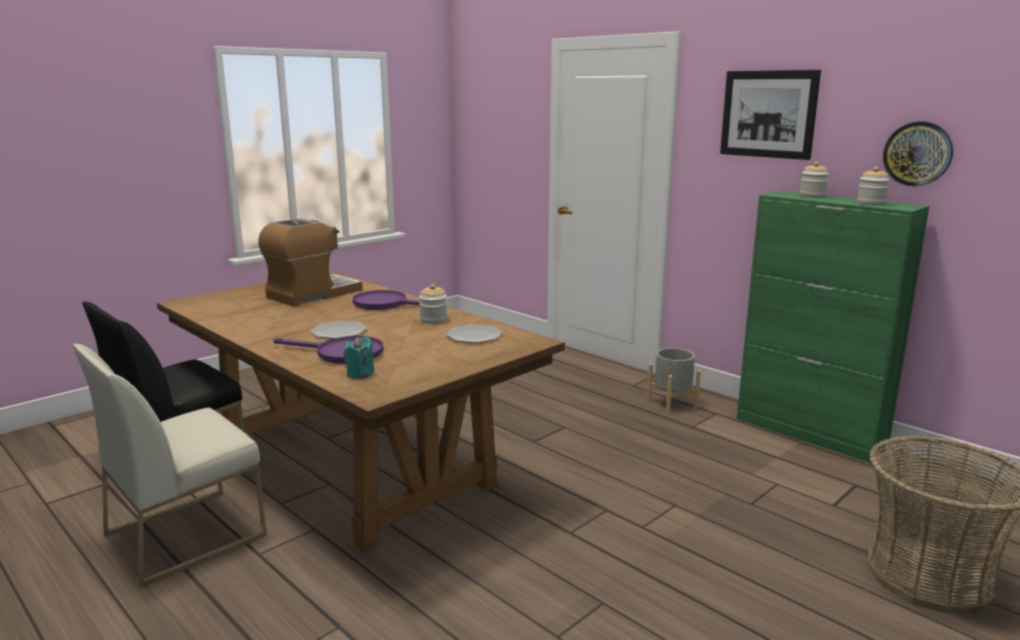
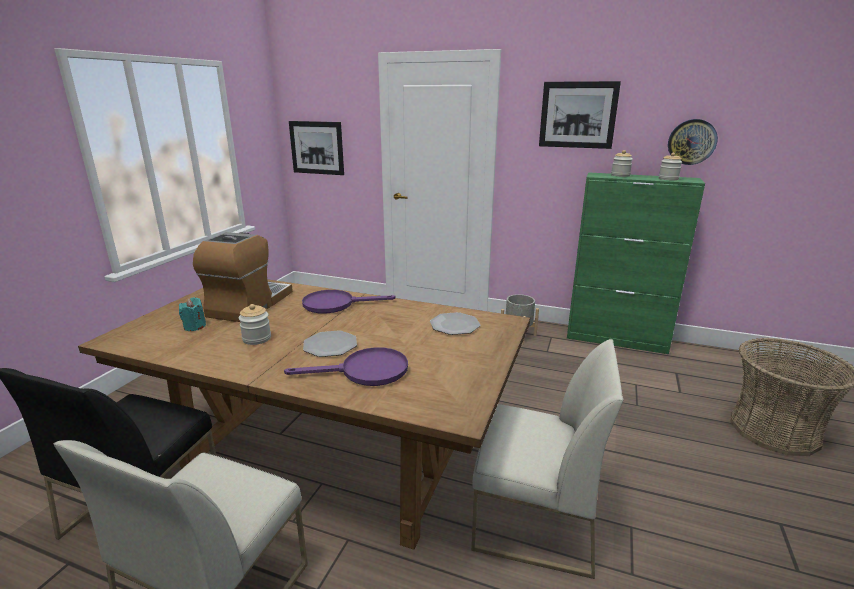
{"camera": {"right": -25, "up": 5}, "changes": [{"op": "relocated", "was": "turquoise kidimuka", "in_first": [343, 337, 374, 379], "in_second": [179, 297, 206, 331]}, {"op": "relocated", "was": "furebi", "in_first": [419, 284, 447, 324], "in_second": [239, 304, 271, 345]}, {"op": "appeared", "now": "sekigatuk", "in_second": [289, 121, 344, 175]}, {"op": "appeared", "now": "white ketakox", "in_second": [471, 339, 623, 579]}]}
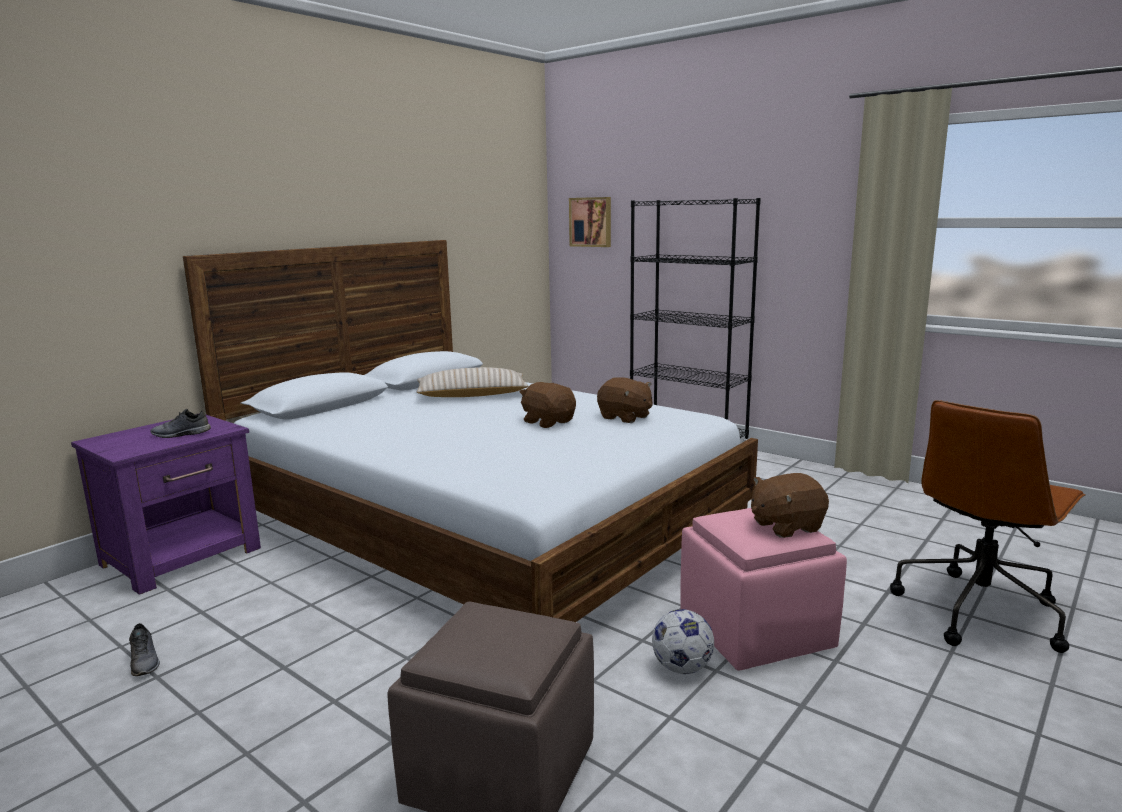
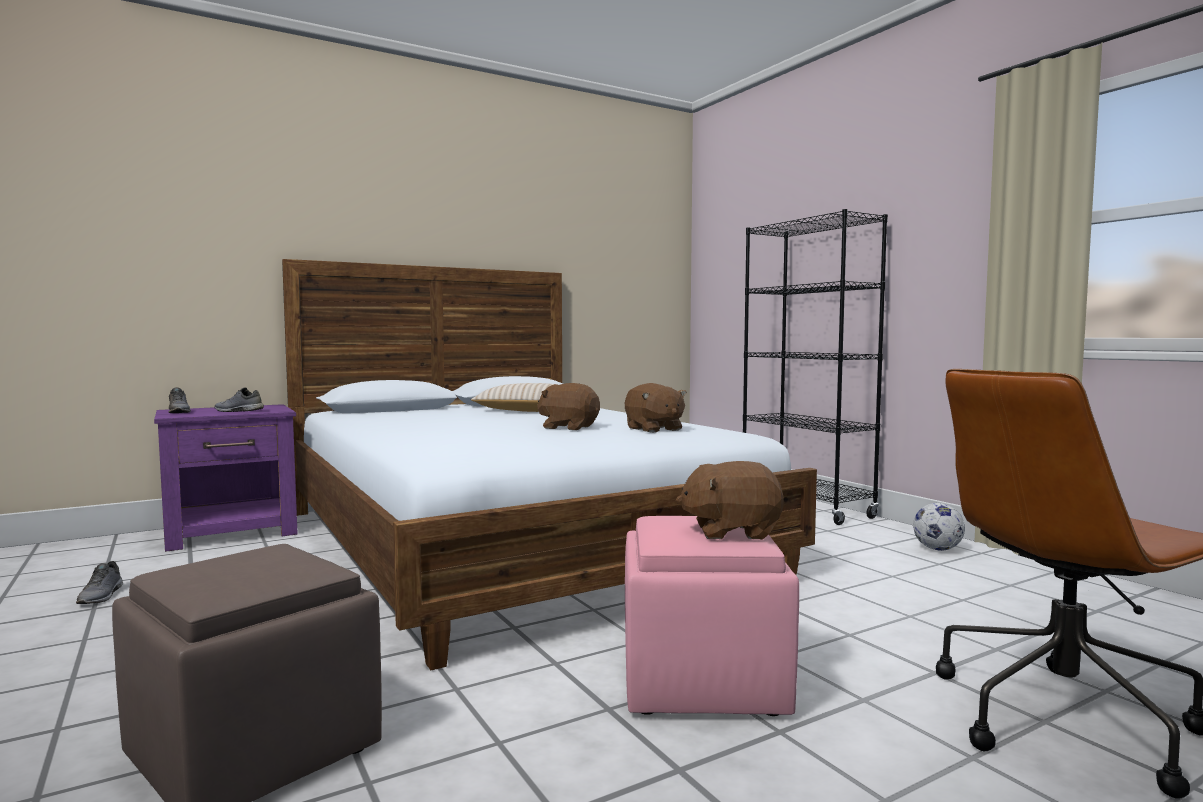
{"camera": {"right": 20, "up": -10}, "changes": [{"op": "appeared", "now": "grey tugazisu", "in_second": [169, 388, 191, 413]}, {"op": "spun", "was": "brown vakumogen", "in_first": [520, 382, 576, 428], "in_second": [537, 383, 600, 430], "clockwise": -45}, {"op": "relocated", "was": "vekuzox", "in_first": [652, 609, 714, 674], "in_second": [913, 503, 965, 551]}, {"op": "missing", "was": "sekigatuk", "in_first": [569, 197, 611, 247]}]}
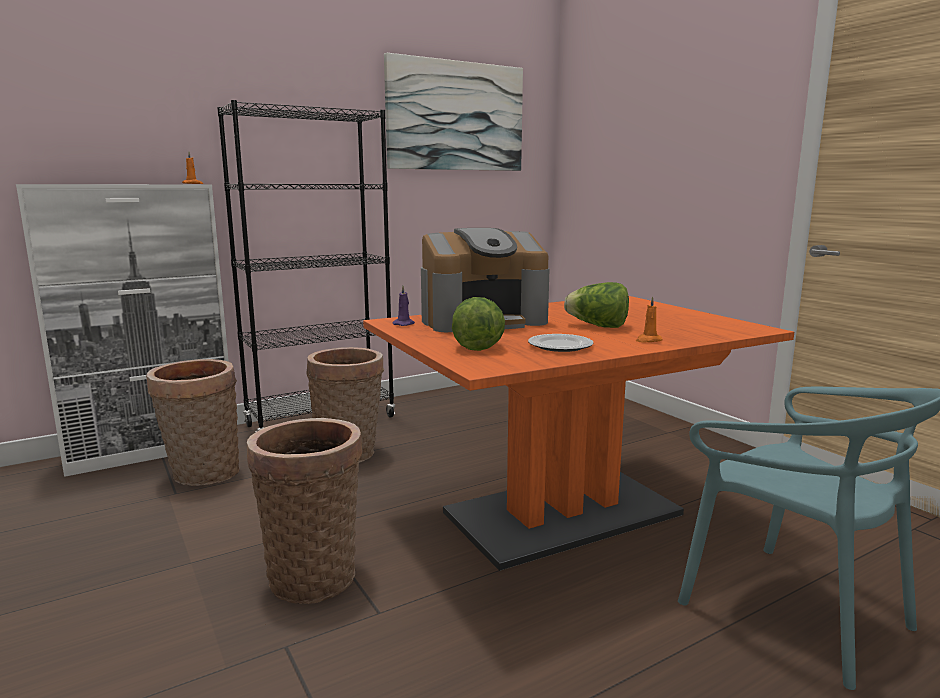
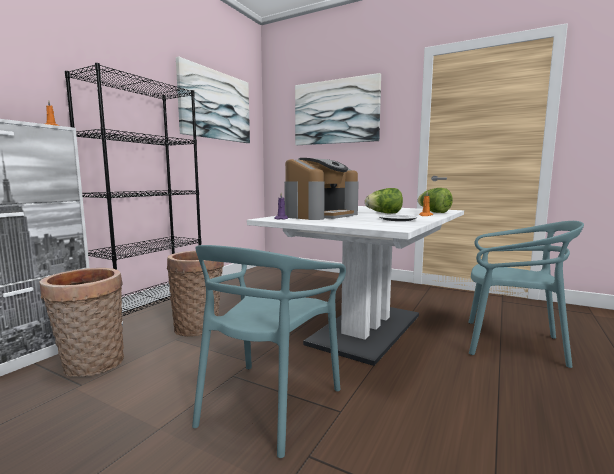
{"camera": {"right": -30, "up": -5}, "changes": [{"op": "exchanged", "was": "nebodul", "now": "turquoise ketakox", "in_first": [247, 418, 362, 604], "in_second": [192, 245, 346, 458]}, {"op": "colour", "was": "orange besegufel", "now": "white besegufel", "in_first": [363, 296, 794, 571], "in_second": [247, 206, 464, 366]}, {"op": "appeared", "now": "sekigatuk", "in_second": [295, 73, 381, 145]}, {"op": "relocated", "was": "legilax", "in_first": [452, 297, 505, 351], "in_second": [418, 188, 453, 213]}]}
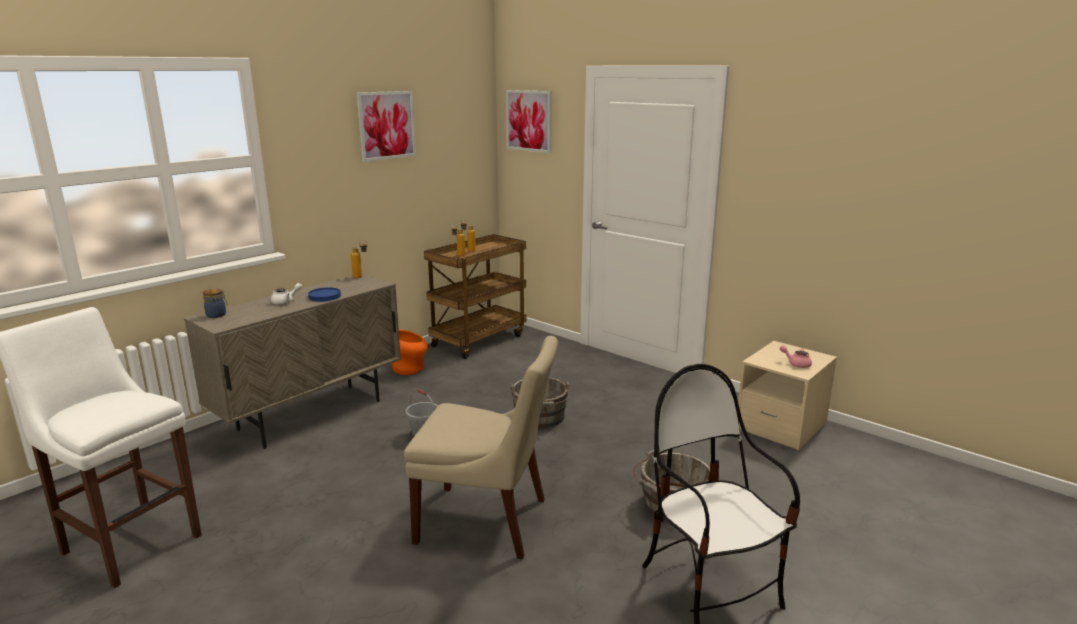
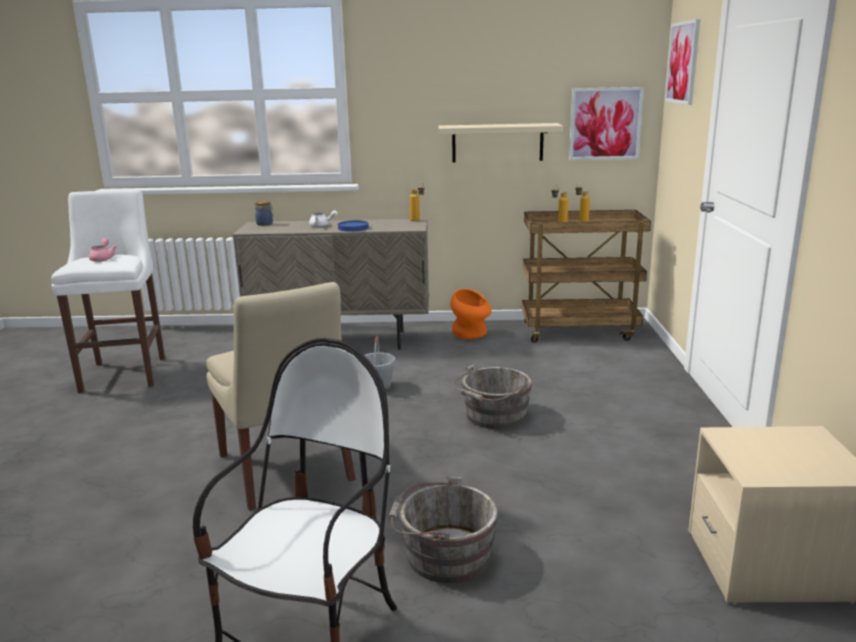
{"camera": {"right": 50, "up": 0}, "changes": [{"op": "relocated", "was": "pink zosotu", "in_first": [780, 345, 812, 368], "in_second": [89, 238, 117, 262]}, {"op": "appeared", "now": "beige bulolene", "in_second": [438, 123, 563, 162]}, {"op": "relocated", "was": "sekigatuk", "in_first": [356, 91, 416, 162], "in_second": [569, 87, 644, 160]}]}
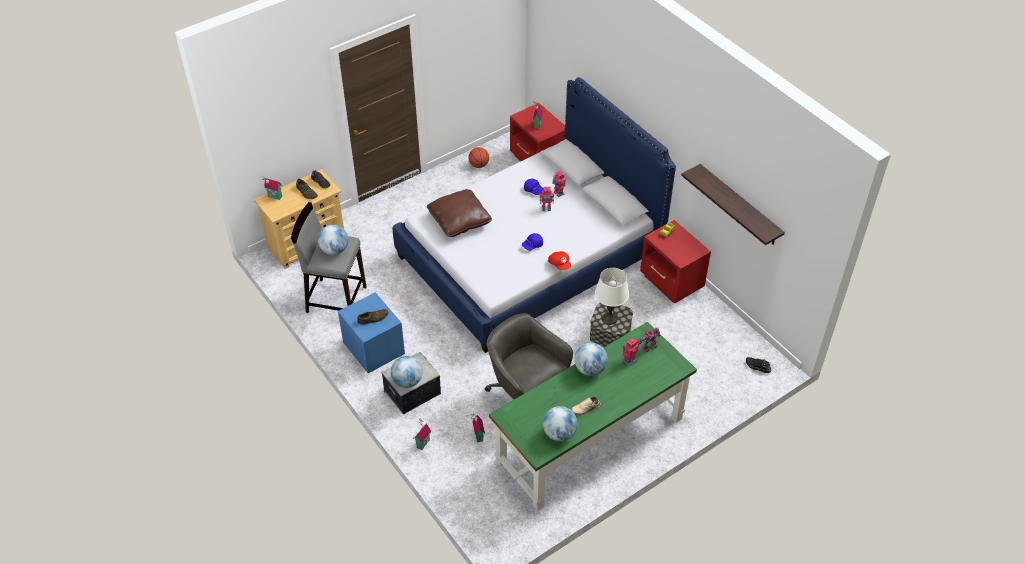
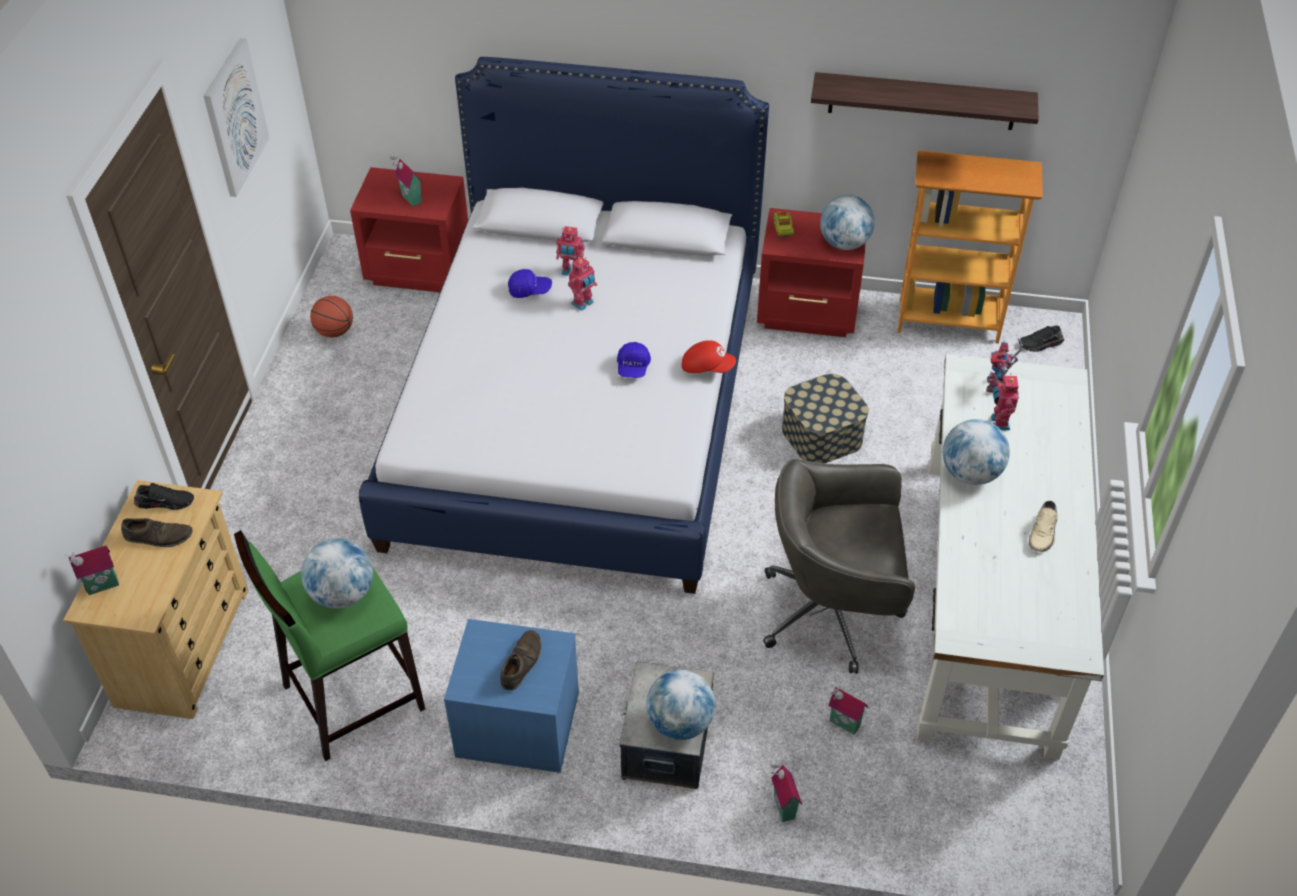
{"camera": {"right": -45, "up": 0}, "changes": [{"op": "appeared", "now": "sekigatuk", "in_second": [203, 38, 270, 197]}, {"op": "colour", "was": "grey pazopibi", "now": "green pazopibi", "in_first": [291, 202, 366, 313], "in_second": [234, 530, 425, 761]}, {"op": "relocated", "was": "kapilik", "in_first": [543, 406, 578, 441], "in_second": [820, 195, 875, 250]}, {"op": "appeared", "now": "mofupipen", "in_second": [898, 150, 1043, 344]}, {"op": "colour", "was": "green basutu", "now": "white basutu", "in_first": [489, 322, 697, 511], "in_second": [917, 354, 1104, 760]}, {"op": "missing", "was": "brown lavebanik", "in_first": [427, 189, 492, 237]}, {"op": "missing", "was": "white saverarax", "in_first": [595, 268, 629, 325]}]}
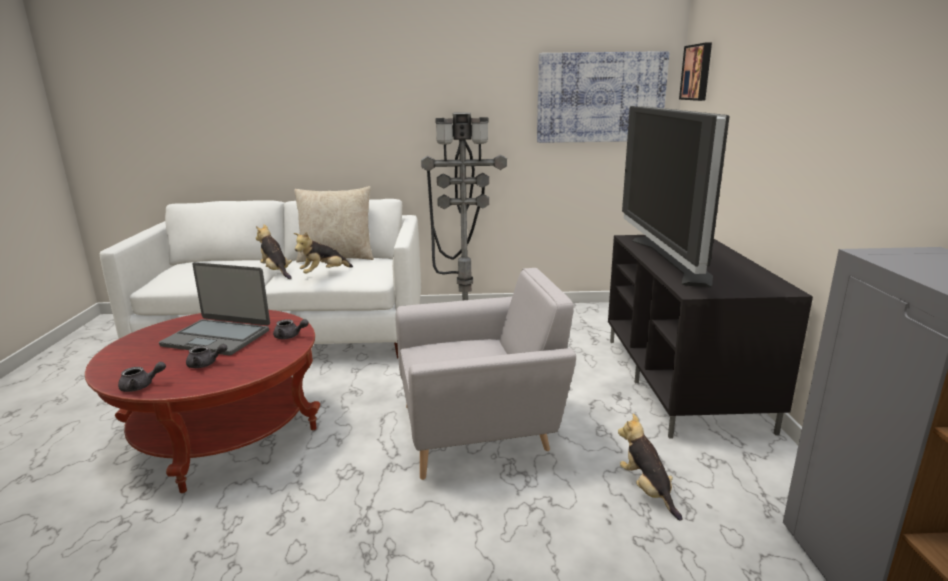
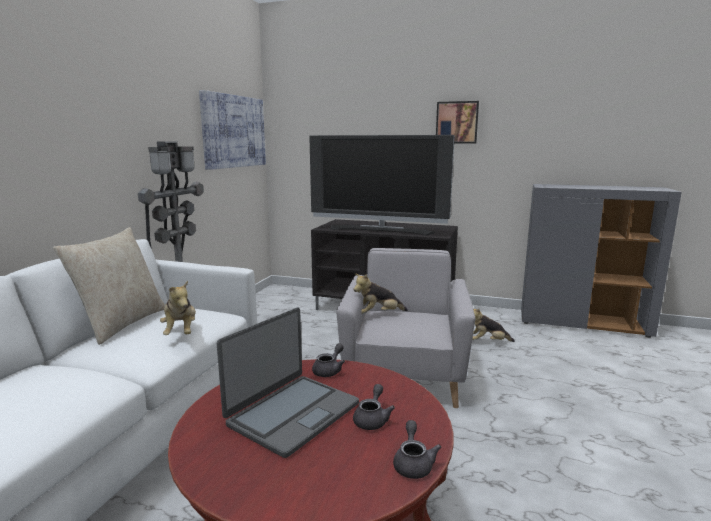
{"camera": {"right": -70, "up": -5}, "changes": [{"op": "relocated", "was": "vakumogen", "in_first": [256, 224, 292, 279], "in_second": [354, 273, 408, 314]}, {"op": "relocated", "was": "sekigatuk", "in_first": [679, 43, 712, 101], "in_second": [436, 101, 479, 143]}]}
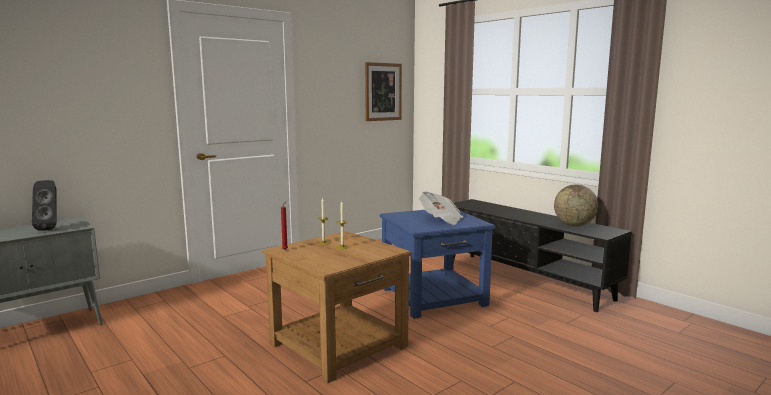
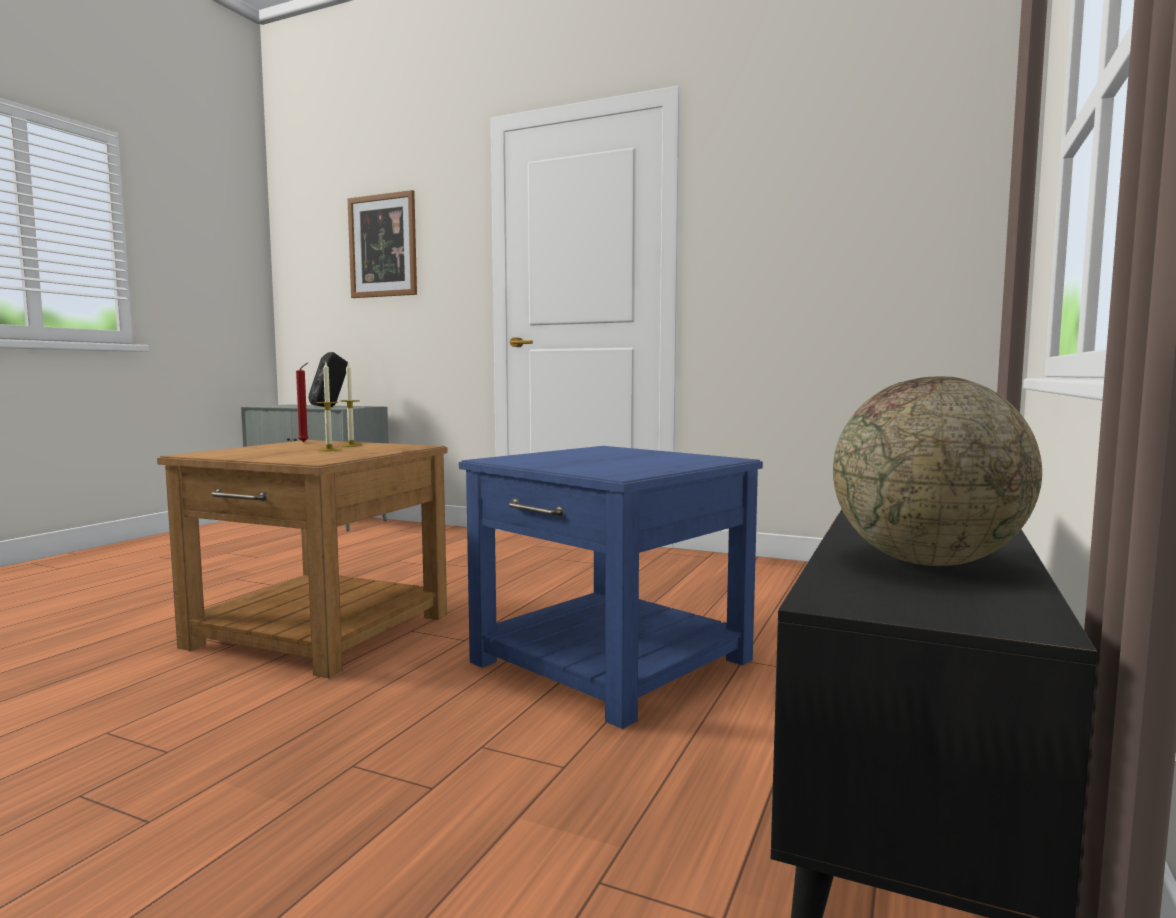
{"camera": {"right": 65, "up": -5}, "changes": [{"op": "relocated", "was": "sekigatuk", "in_first": [365, 62, 402, 121], "in_second": [348, 190, 417, 298]}, {"op": "missing", "was": "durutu", "in_first": [419, 191, 463, 225]}]}
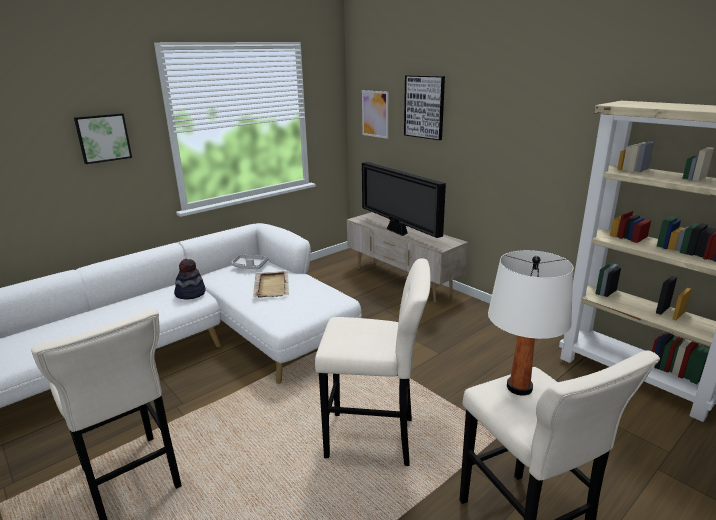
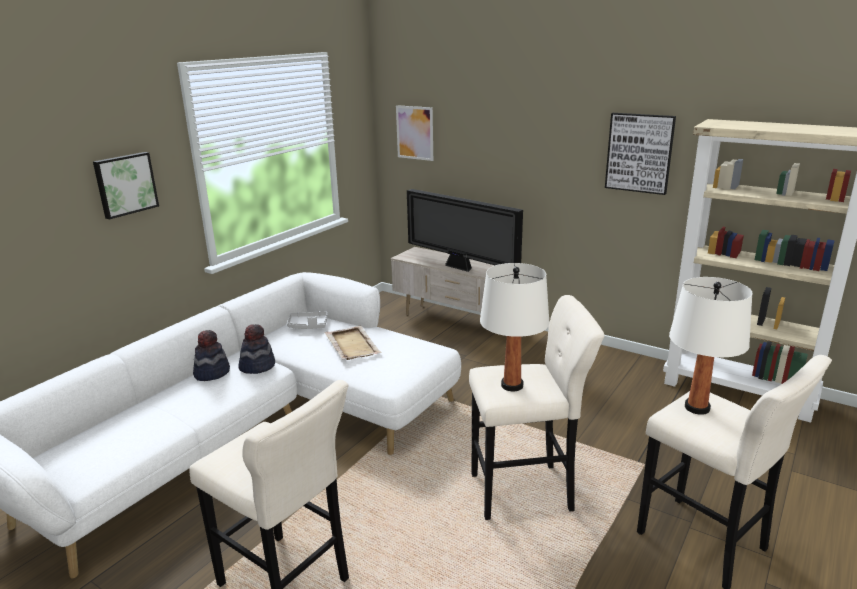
{"camera": {"right": -15, "up": 0}, "changes": [{"op": "appeared", "now": "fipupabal", "in_second": [193, 330, 230, 381]}, {"op": "appeared", "now": "white saverarax", "in_second": [480, 263, 550, 391]}, {"op": "relocated", "was": "sekigatuk", "in_first": [404, 75, 445, 140], "in_second": [605, 113, 676, 195]}]}
